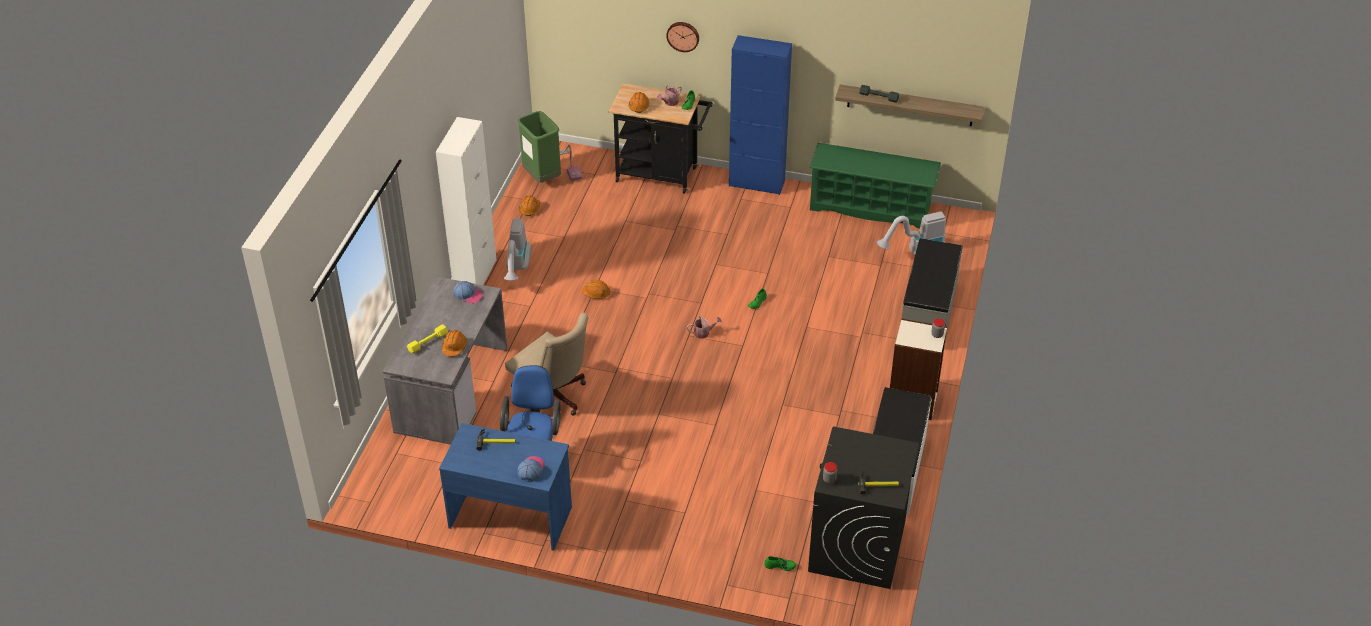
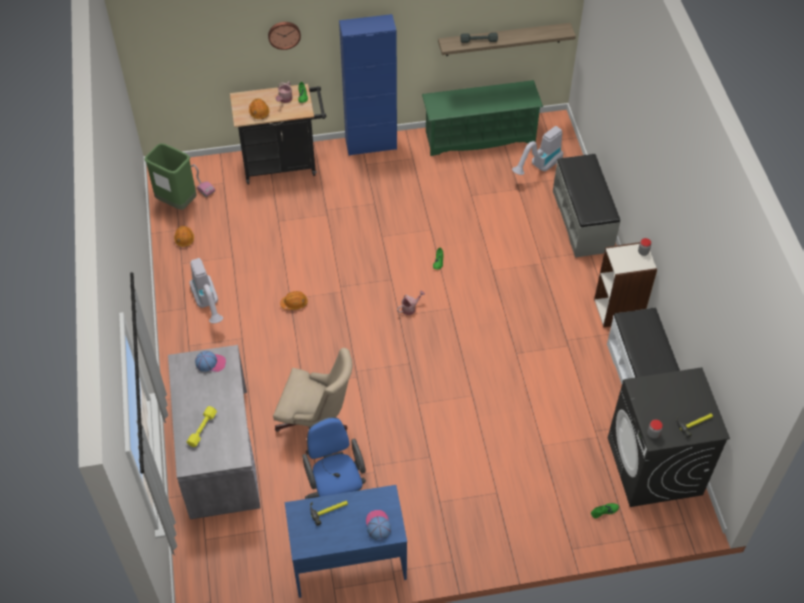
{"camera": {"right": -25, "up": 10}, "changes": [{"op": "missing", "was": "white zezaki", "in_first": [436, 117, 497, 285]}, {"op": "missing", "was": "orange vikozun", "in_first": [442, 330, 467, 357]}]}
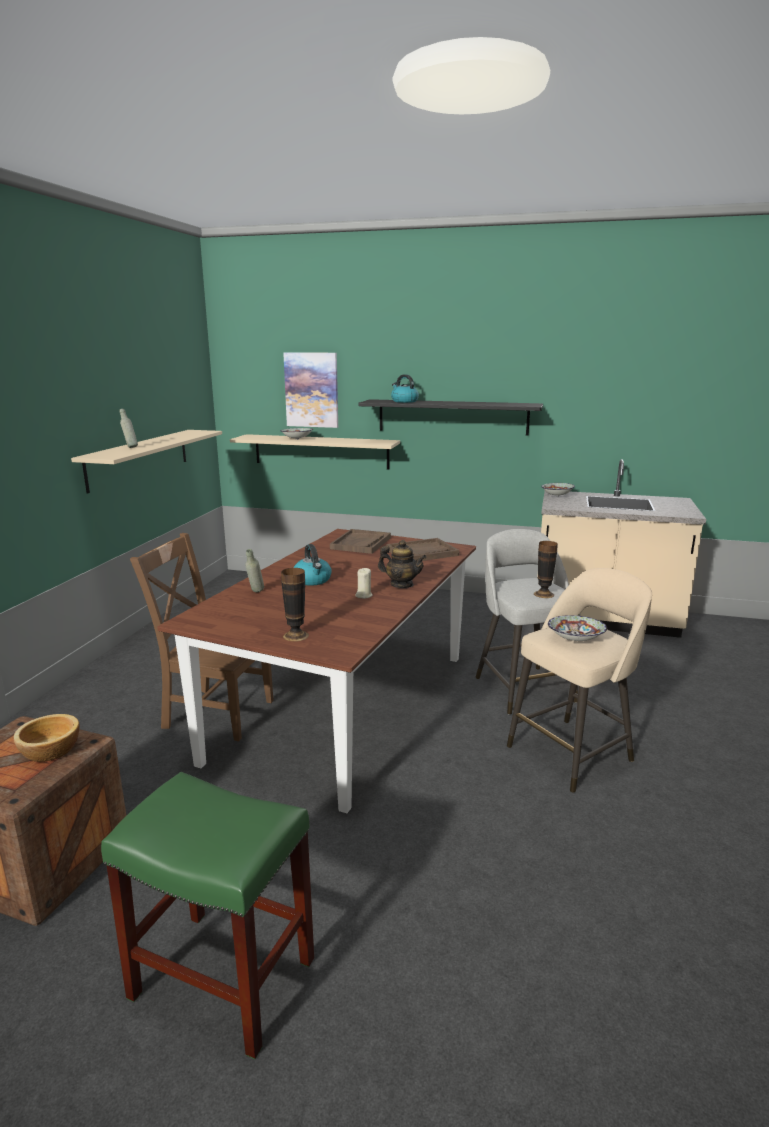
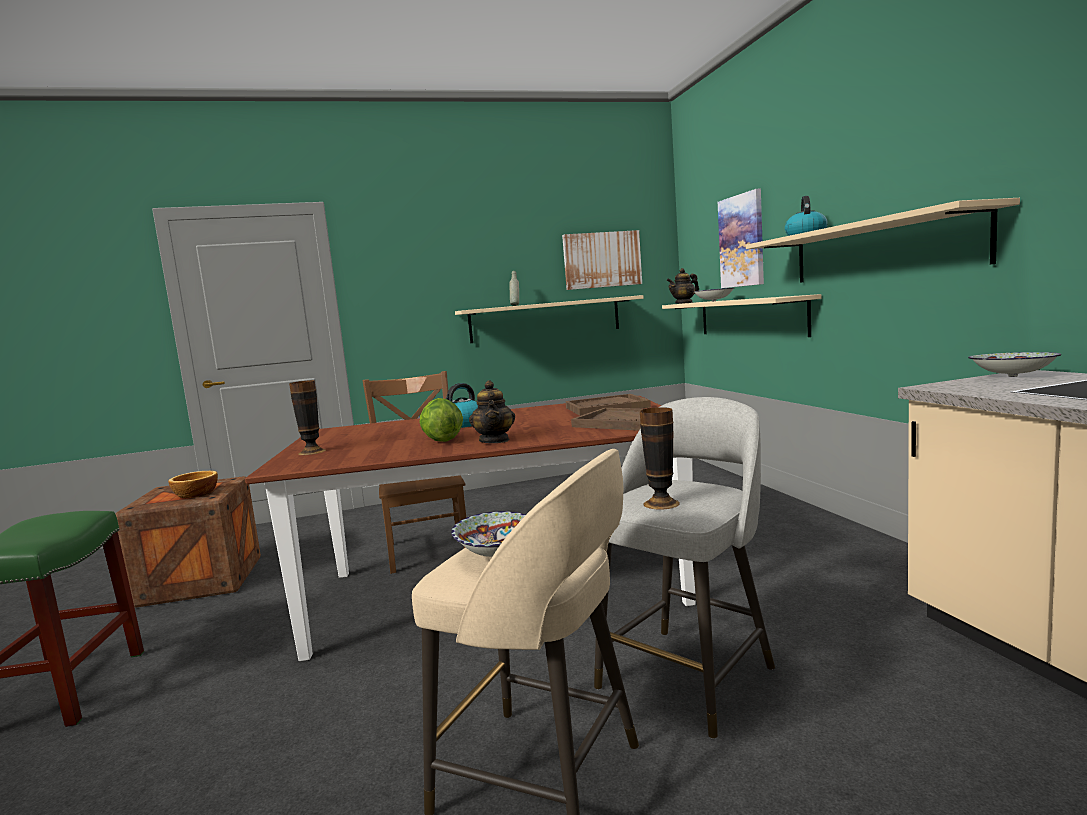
{"camera": {"right": 60, "up": -10}, "changes": [{"op": "exchanged", "was": "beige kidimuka", "now": "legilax", "in_first": [355, 568, 373, 599], "in_second": [419, 398, 463, 442]}, {"op": "appeared", "now": "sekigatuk", "in_second": [562, 230, 642, 290]}, {"op": "appeared", "now": "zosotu", "in_second": [667, 268, 699, 304]}, {"op": "colour", "was": "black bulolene", "now": "beige bulolene", "in_first": [358, 399, 543, 436], "in_second": [746, 198, 1020, 283]}, {"op": "missing", "was": "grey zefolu", "in_first": [245, 549, 264, 592]}]}
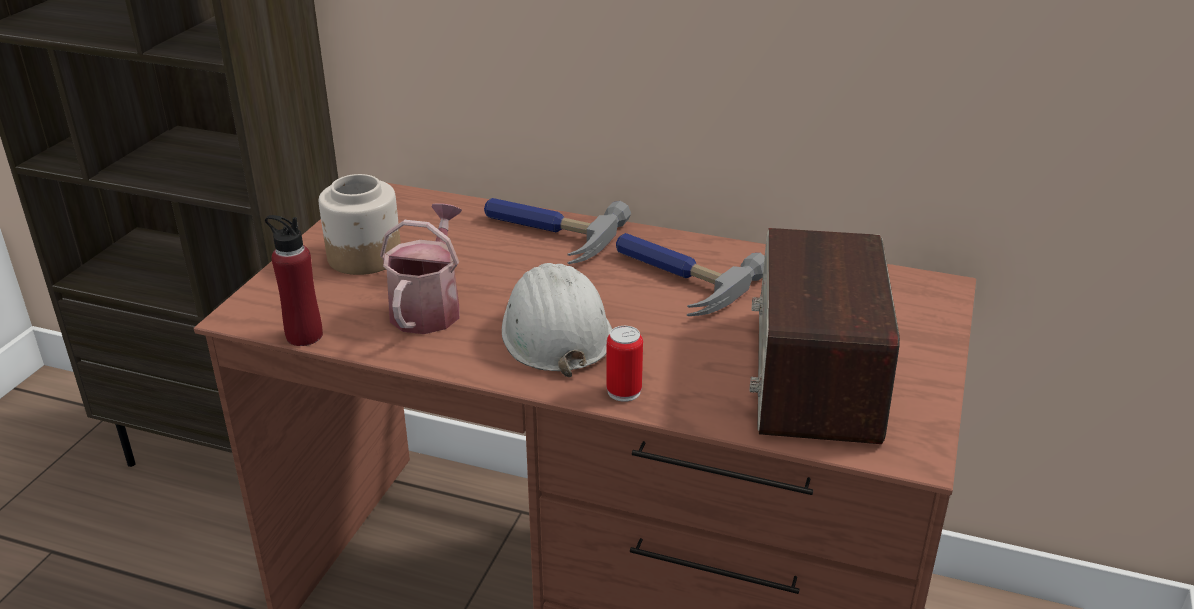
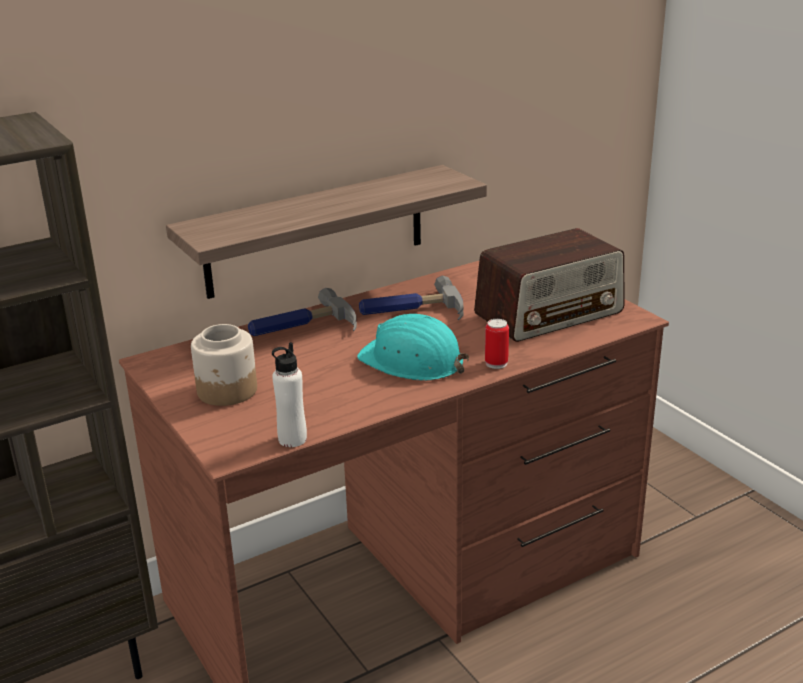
{"camera": {"right": -50, "up": -5}, "changes": [{"op": "appeared", "now": "bulolene", "in_second": [166, 165, 487, 299]}, {"op": "colour", "was": "red zefolu", "now": "white zefolu", "in_first": [265, 215, 323, 346], "in_second": [272, 342, 307, 447]}, {"op": "colour", "was": "white vikozun", "now": "turquoise vikozun", "in_first": [502, 263, 612, 377], "in_second": [357, 314, 469, 381]}, {"op": "spun", "was": "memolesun", "in_first": [750, 228, 900, 444], "in_second": [474, 228, 625, 342], "clockwise": -75}, {"op": "missing", "was": "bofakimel", "in_first": [380, 203, 462, 334]}]}
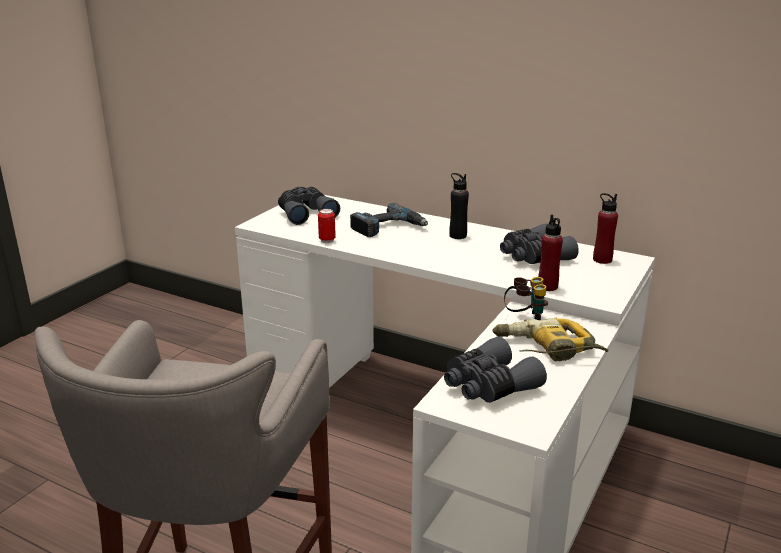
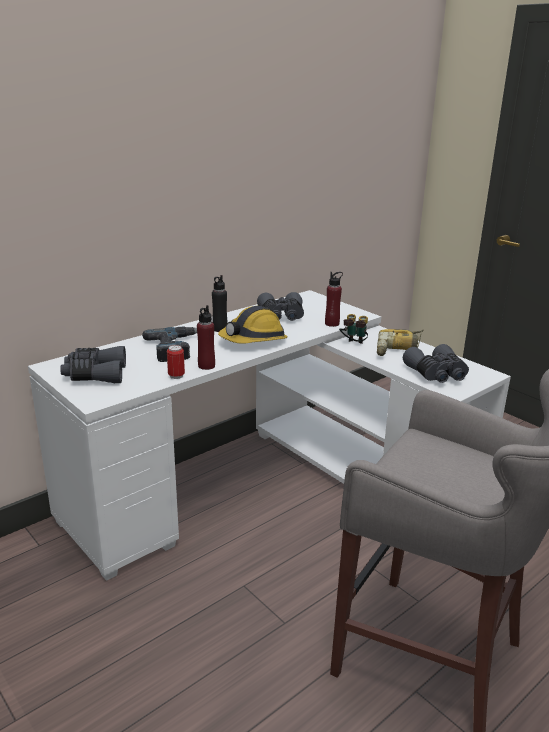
{"camera": {"right": -70, "up": 0}, "changes": [{"op": "relocated", "was": "red zefolu", "in_first": [593, 193, 618, 264], "in_second": [197, 305, 215, 370]}, {"op": "appeared", "now": "vikozun", "in_second": [218, 306, 287, 344]}]}
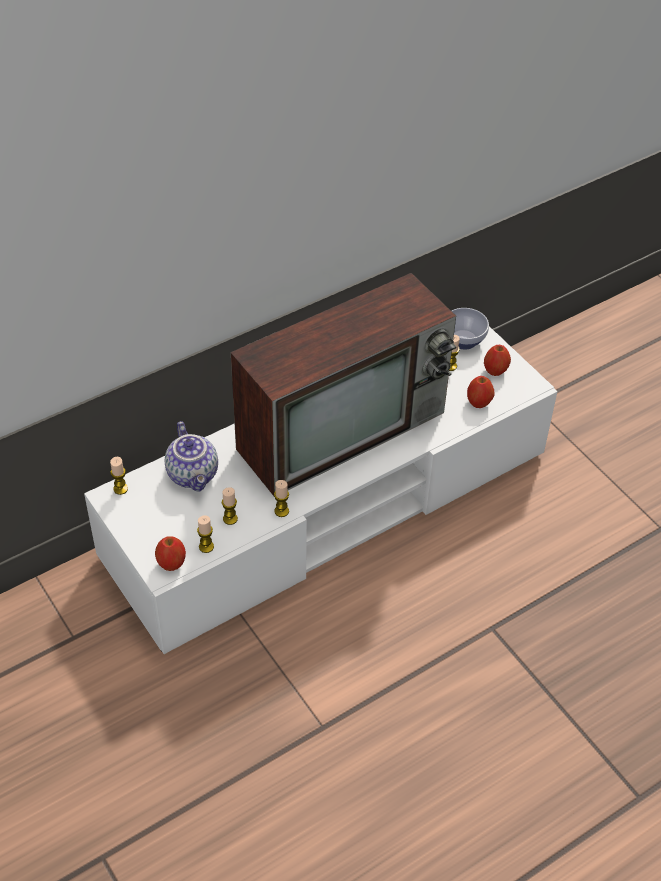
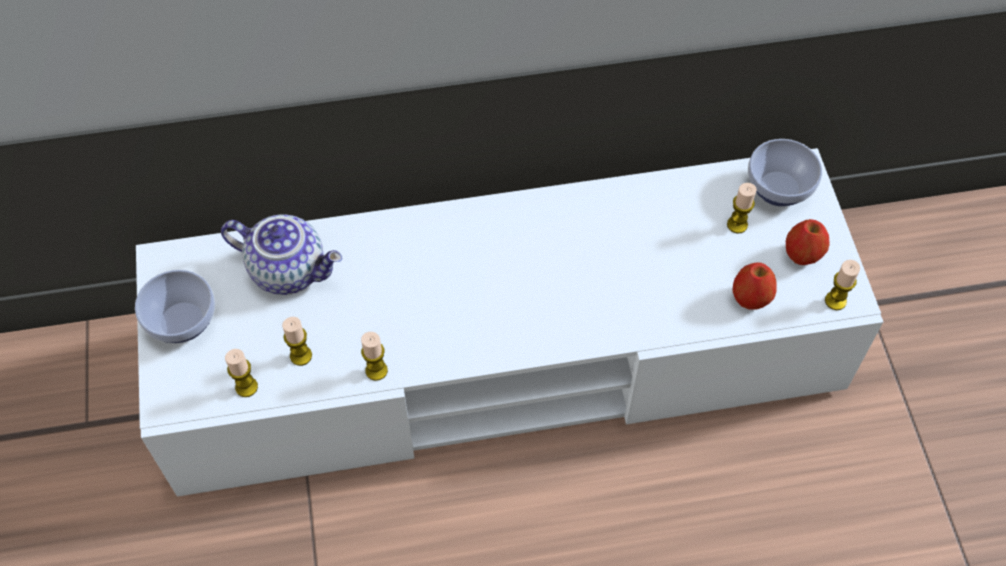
{"camera": {"right": 25, "up": 10}, "changes": [{"op": "appeared", "now": "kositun", "in_second": [135, 270, 215, 343]}, {"op": "spun", "was": "zosotu", "in_first": [165, 421, 218, 491], "in_second": [221, 214, 342, 295], "clockwise": -75}, {"op": "relocated", "was": "kidimuka", "in_first": [110, 457, 128, 495], "in_second": [825, 260, 860, 310]}, {"op": "missing", "was": "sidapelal", "in_first": [155, 536, 186, 571]}, {"op": "missing", "was": "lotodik", "in_first": [231, 273, 457, 496]}]}
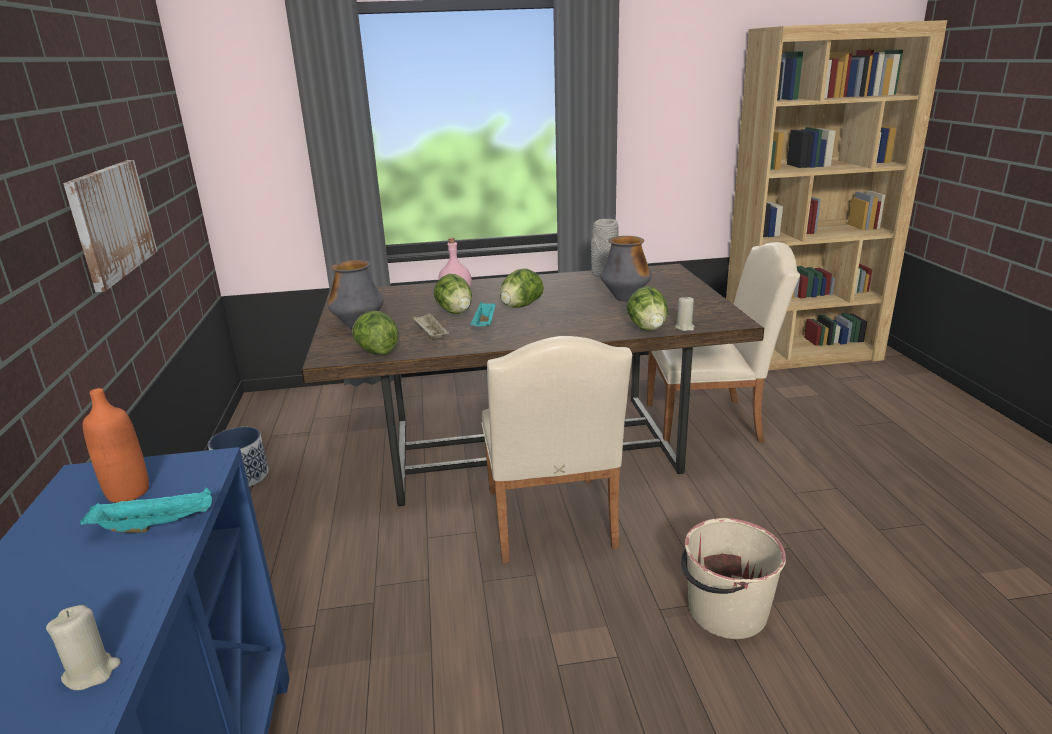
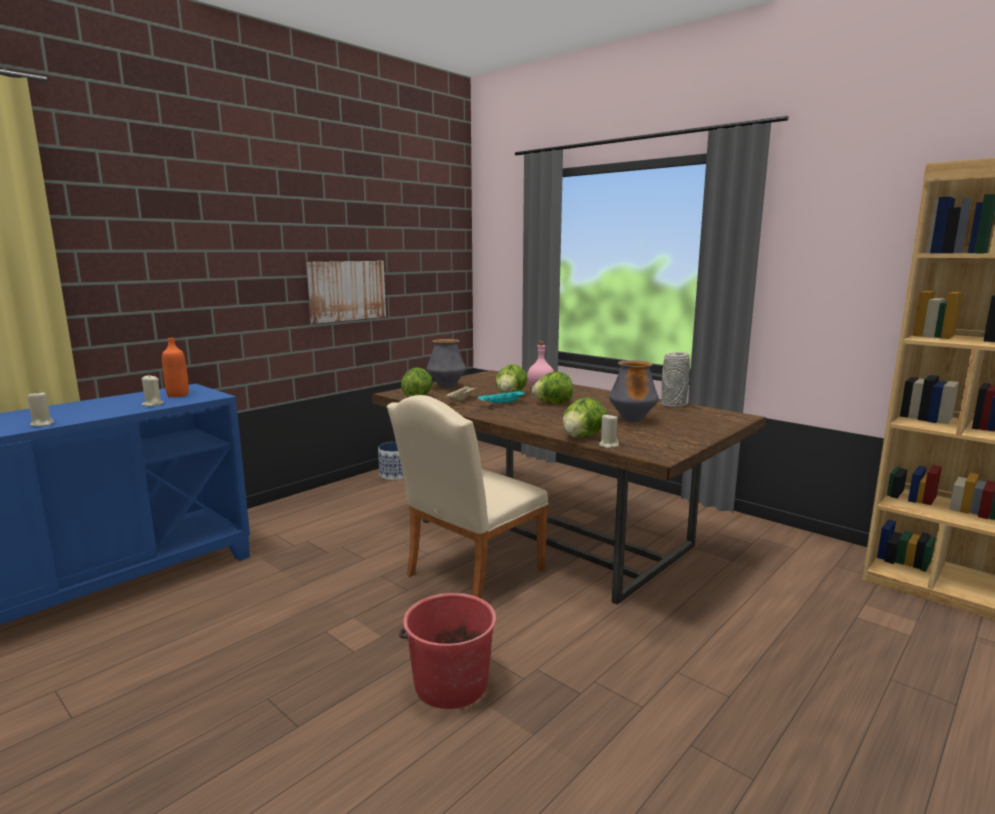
{"camera": {"right": 50, "up": -10}, "changes": [{"op": "exchanged", "was": "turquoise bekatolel", "now": "beige kidimuka", "in_first": [80, 488, 212, 533], "in_second": [142, 375, 164, 406]}, {"op": "colour", "was": "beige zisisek", "now": "red zisisek", "in_first": [681, 518, 786, 639], "in_second": [399, 593, 496, 709]}, {"op": "missing", "was": "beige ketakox", "in_first": [647, 242, 800, 444]}]}
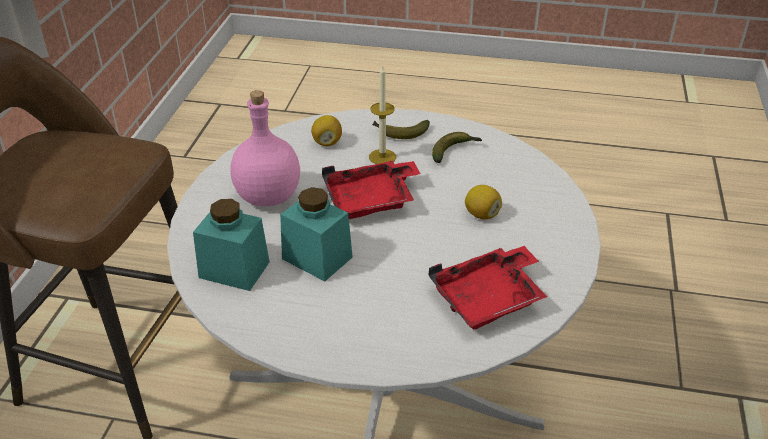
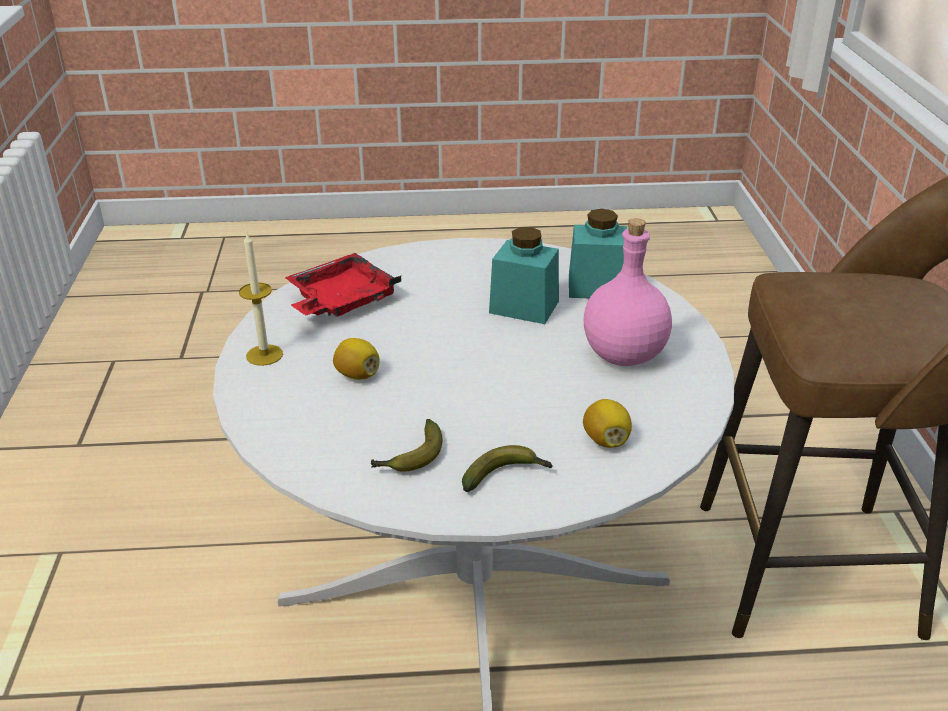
{"camera": {"right": 165, "up": -5}, "changes": [{"op": "relocated", "was": "kidimuka", "in_first": [369, 64, 396, 164], "in_second": [239, 233, 283, 366]}, {"op": "missing", "was": "red bekatolel", "in_first": [322, 161, 420, 219]}]}
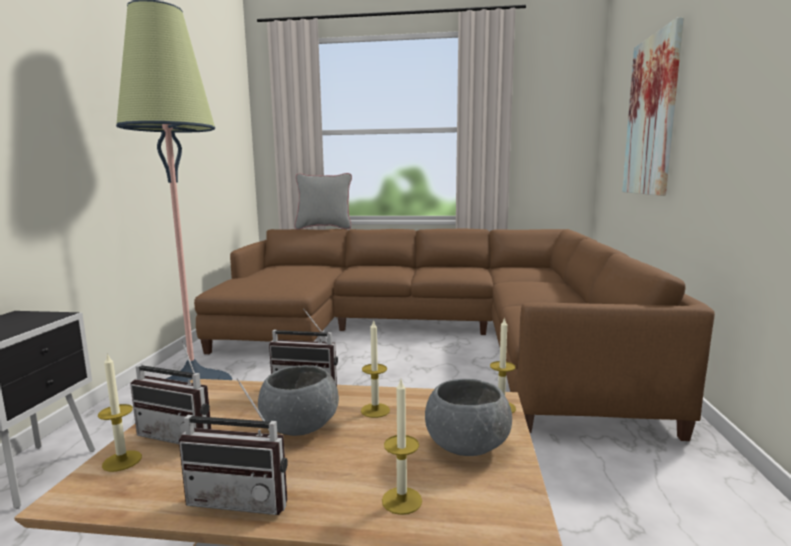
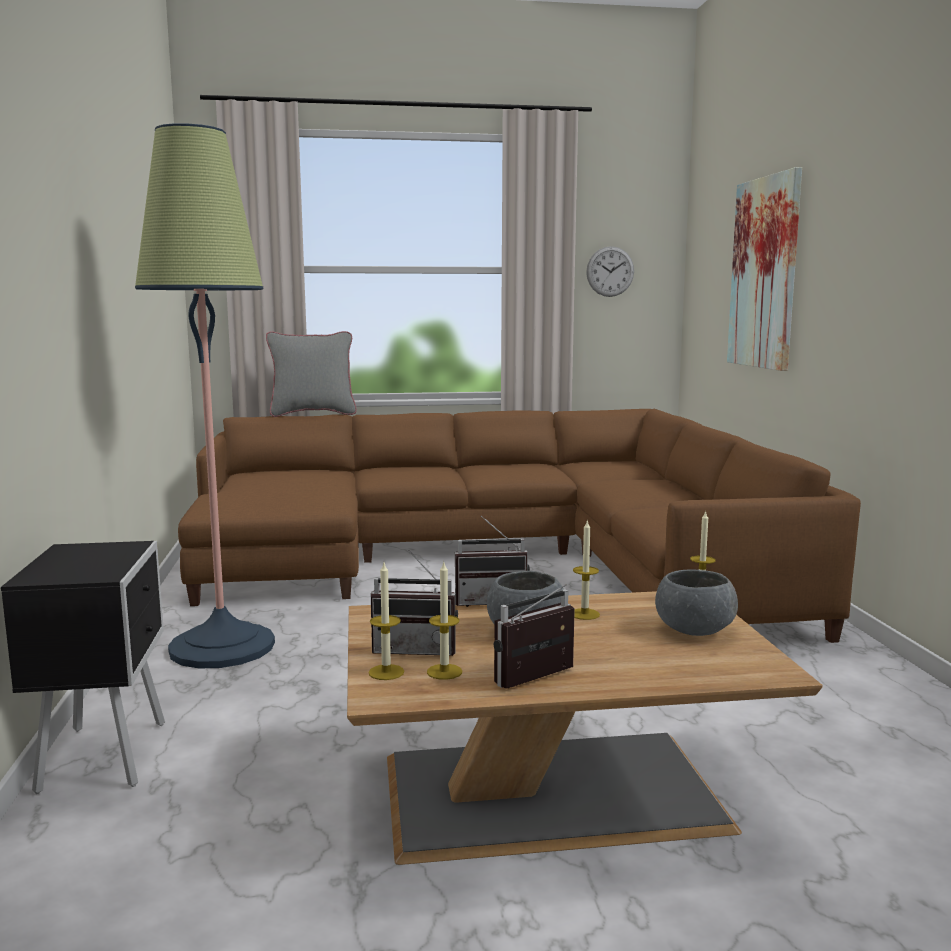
{"camera": {"right": -15, "up": 0}, "changes": [{"op": "relocated", "was": "kidimuka", "in_first": [382, 380, 422, 515], "in_second": [427, 562, 462, 680]}, {"op": "spun", "was": "memolesun", "in_first": [179, 378, 288, 515], "in_second": [493, 584, 575, 689], "clockwise": 150}, {"op": "appeared", "now": "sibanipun", "in_second": [586, 246, 634, 297]}]}
